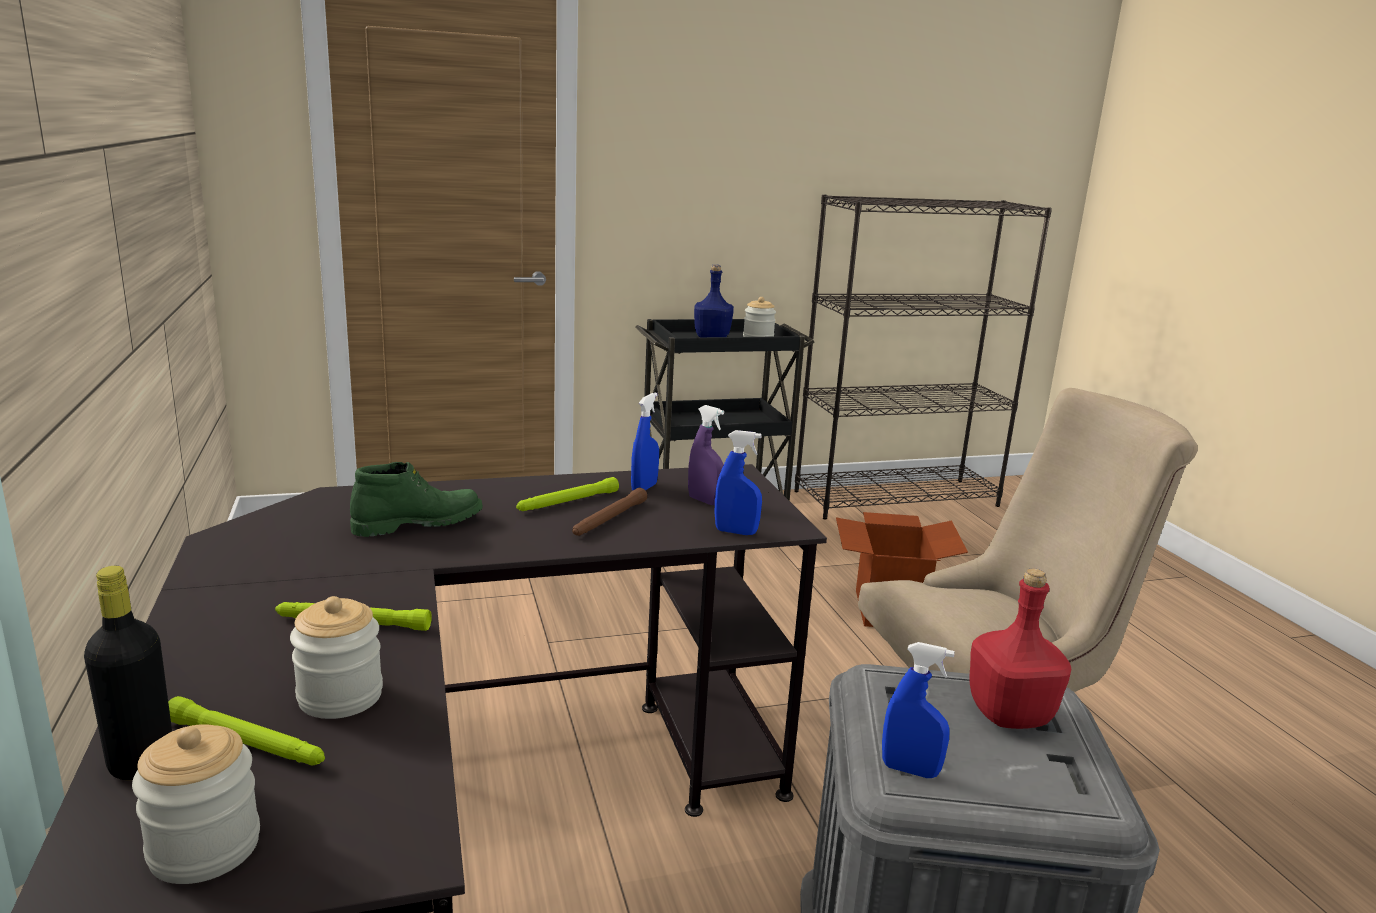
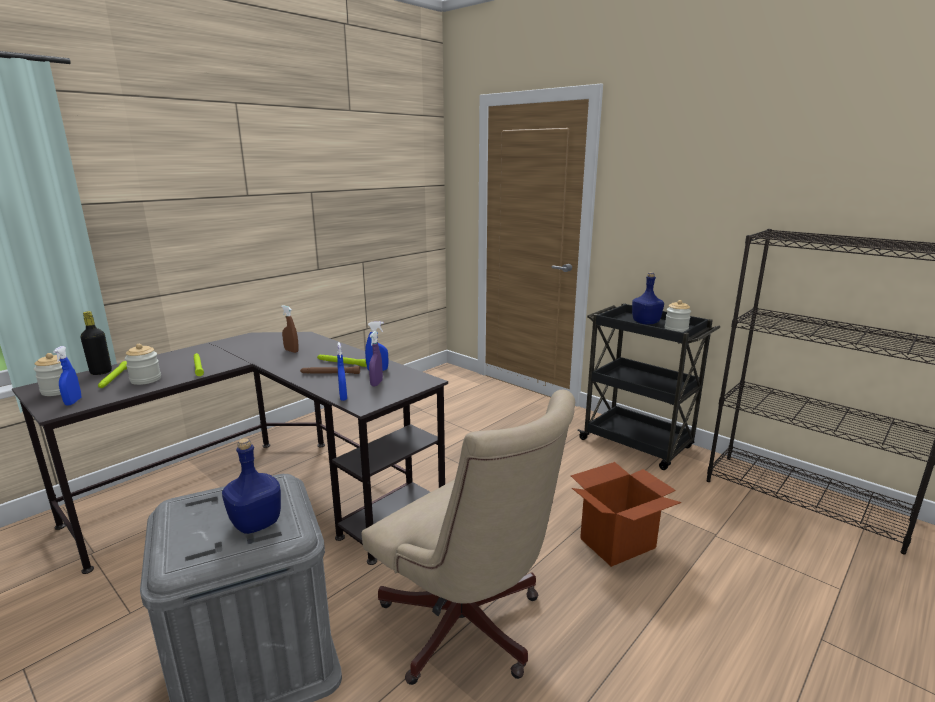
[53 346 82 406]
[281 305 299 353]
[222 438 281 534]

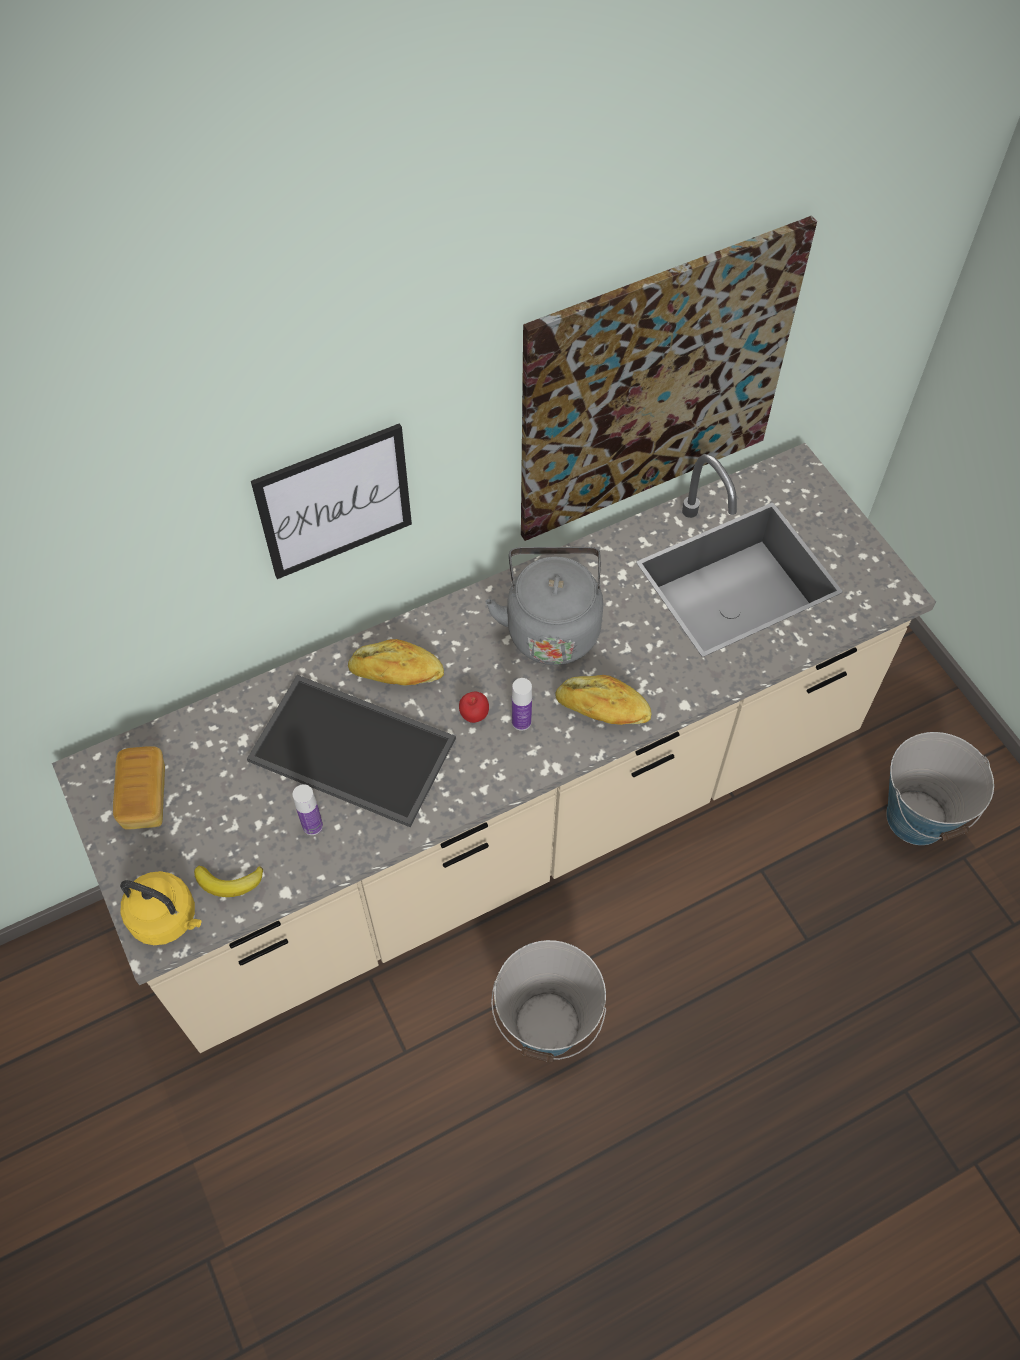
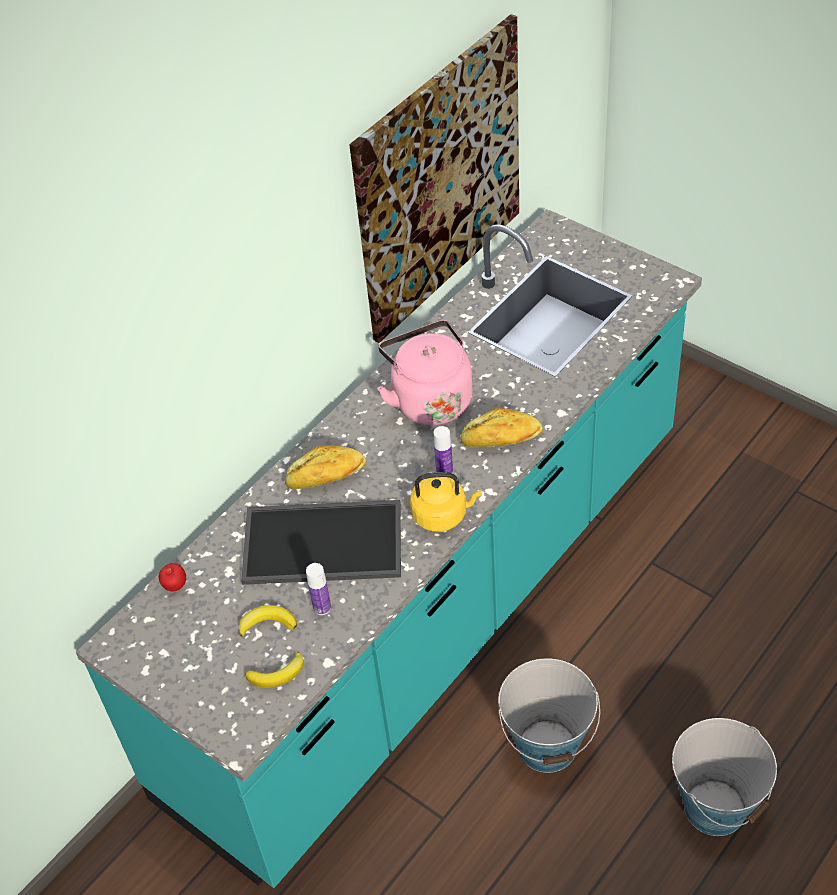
[113 746 165 829] (first image)
[251 423 412 579] (first image)
[239 605 297 638]
[410 472 482 532]
[159 563 186 592]
[672 718 777 836]
[76 209 702 888]
[377 320 472 425]

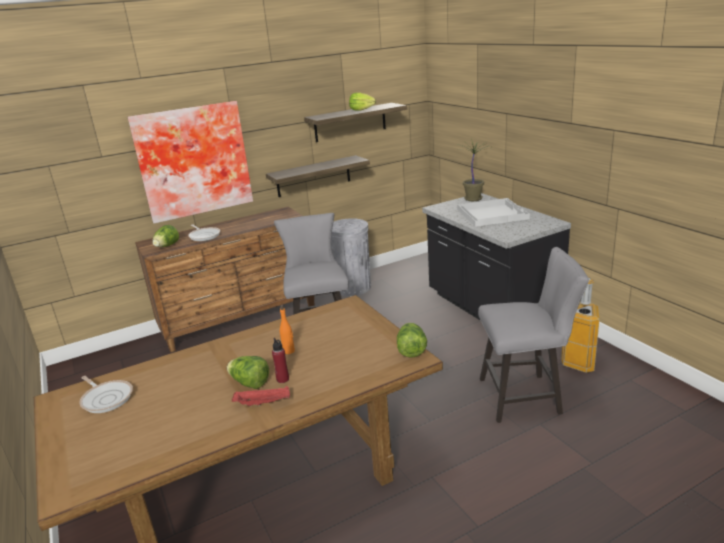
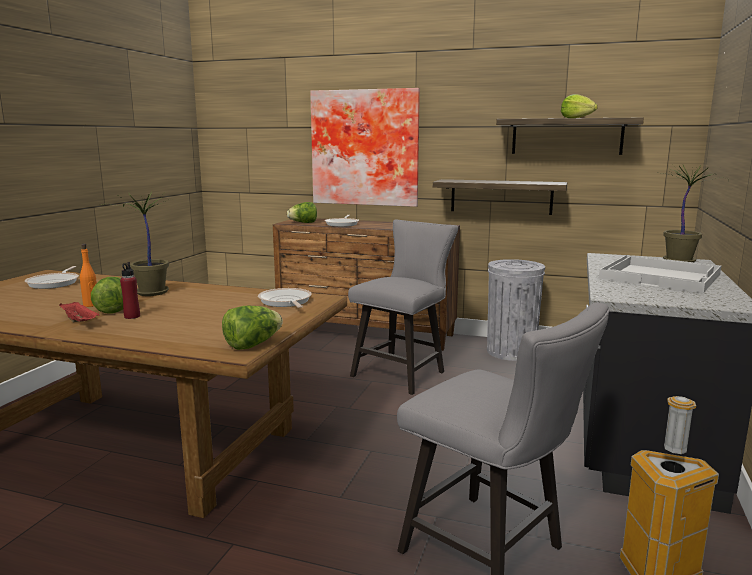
[101 192 169 296]
[258 288 312 308]
[80 244 97 307]

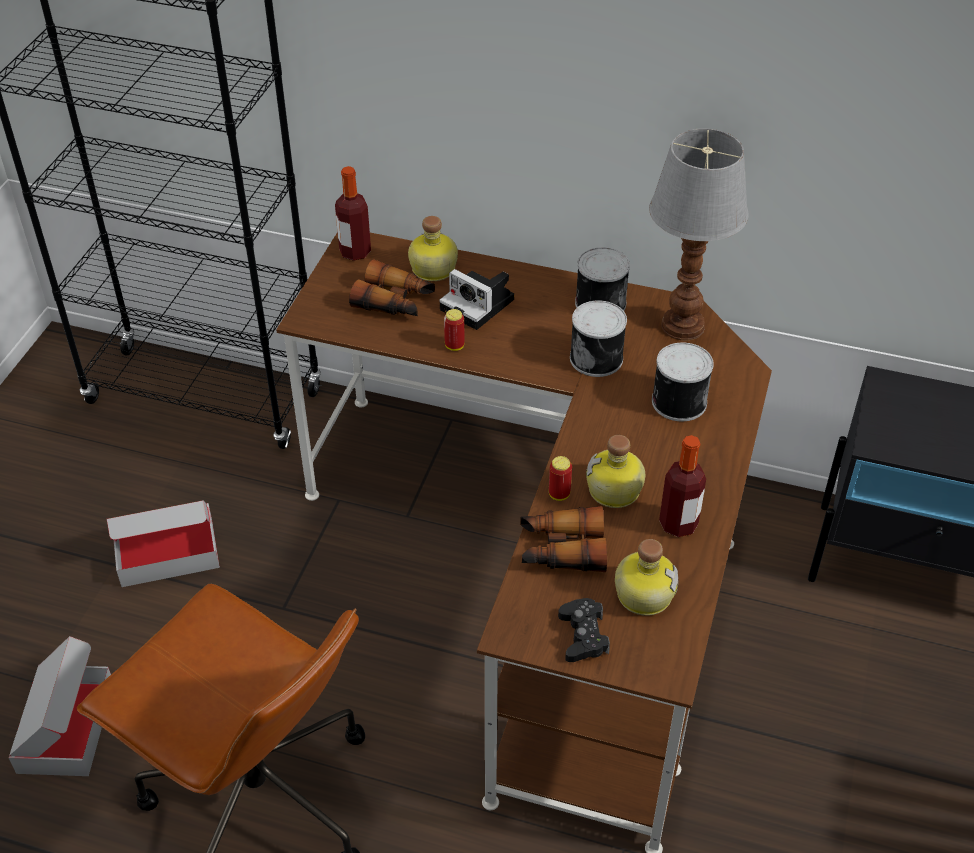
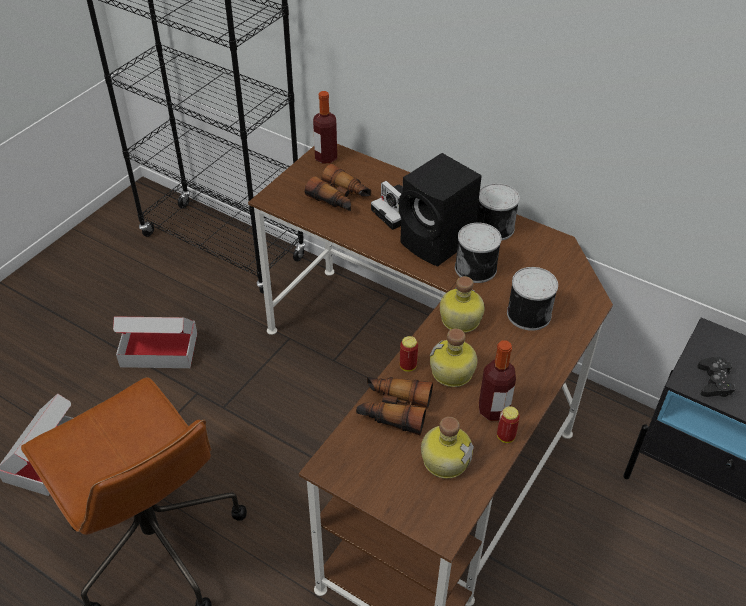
[649 128 748 340] (first image)
[399 153 482 267]
[440 276 485 333]
[497 406 520 443]
[697 357 736 397]

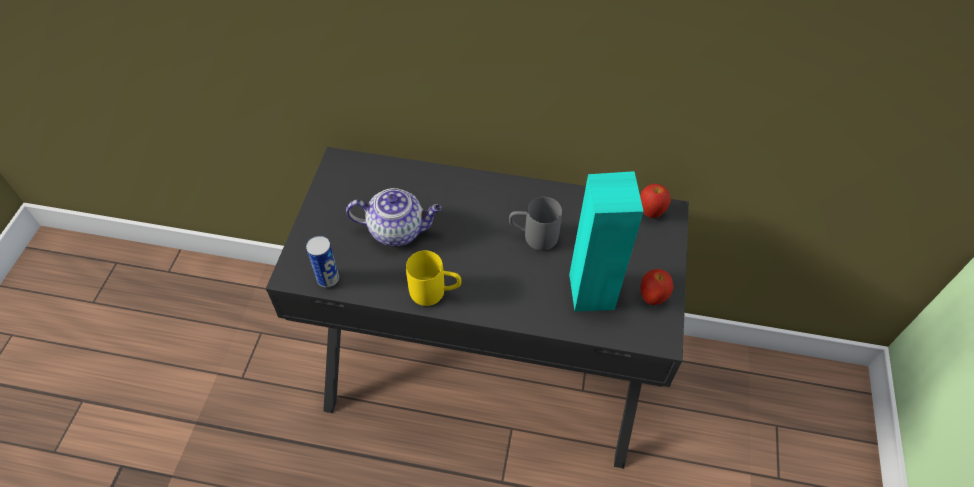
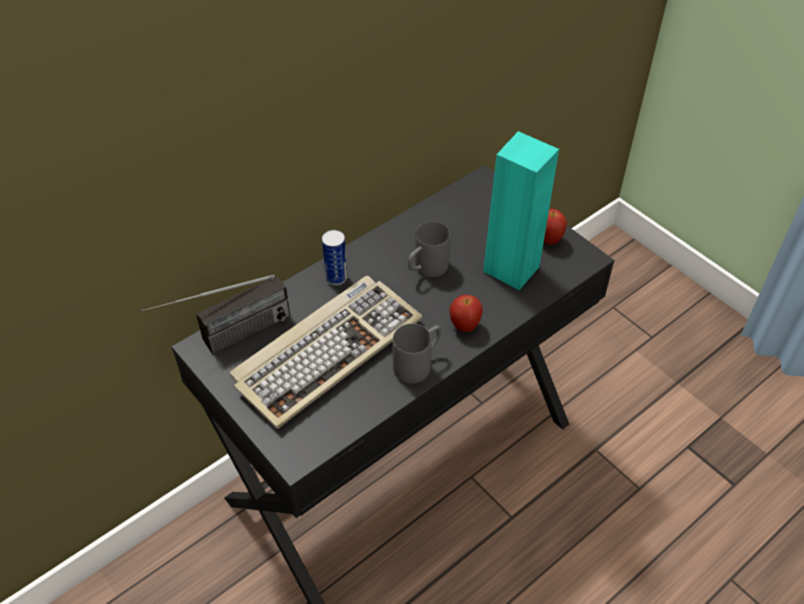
[141 275 290 354]
[322 230 347 286]
[449 295 483 332]
[230 276 422 429]
[393 323 441 384]

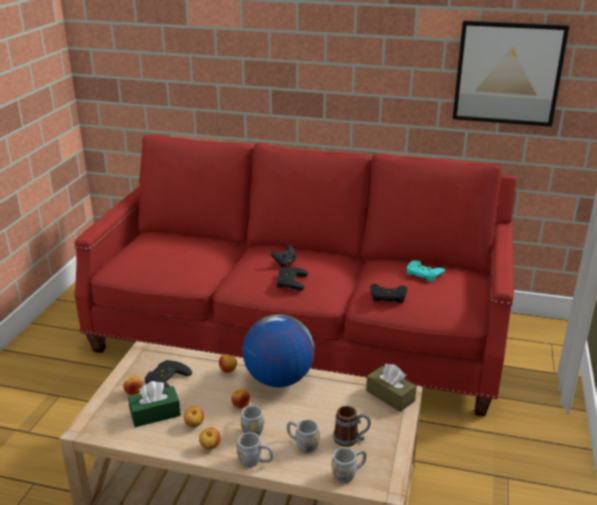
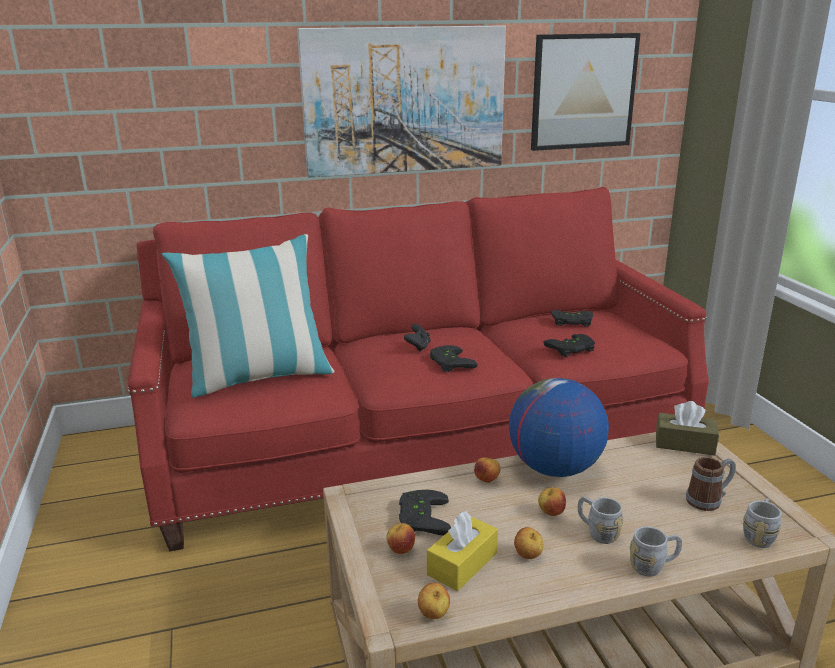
[287 419 320 453] (first image)
[162 234 335 398]
[297 25 506 178]
[418 583 450 619]
[427 511 498 591]
[551 310 593 327]

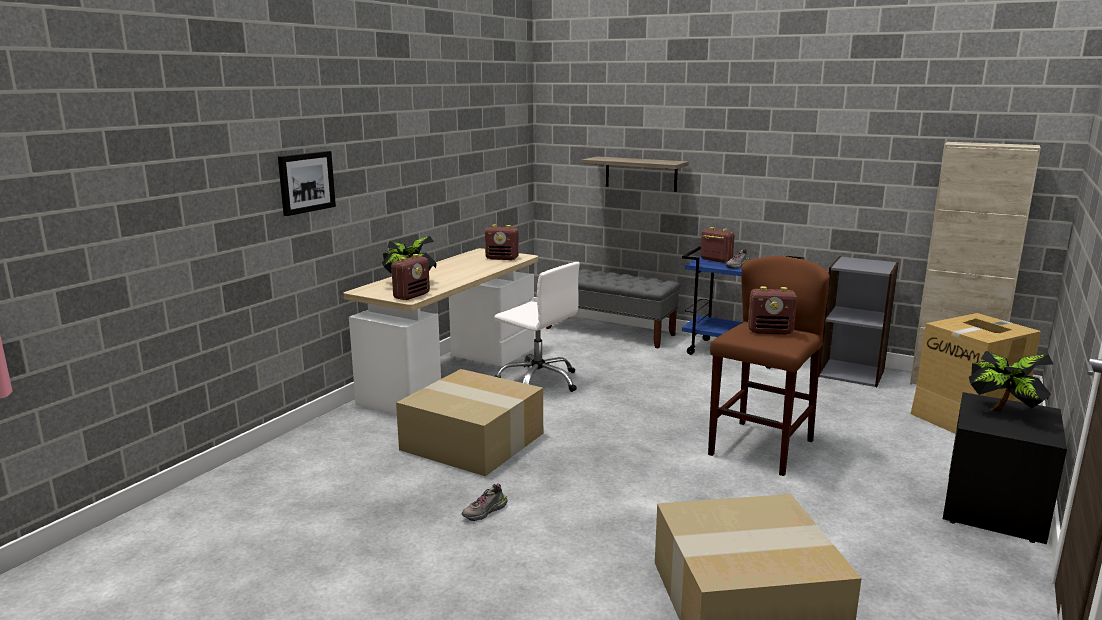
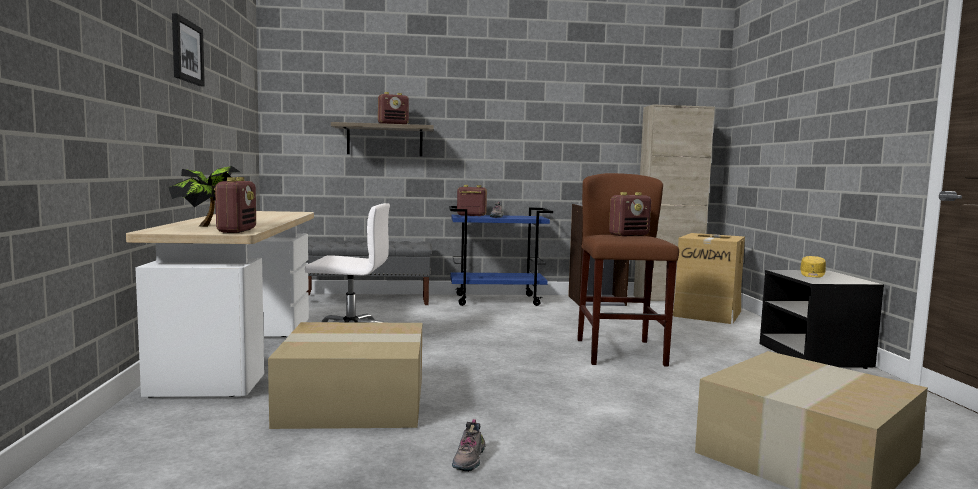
[172 13 205 86]
[378 92 409 124]
[800 256 826 278]

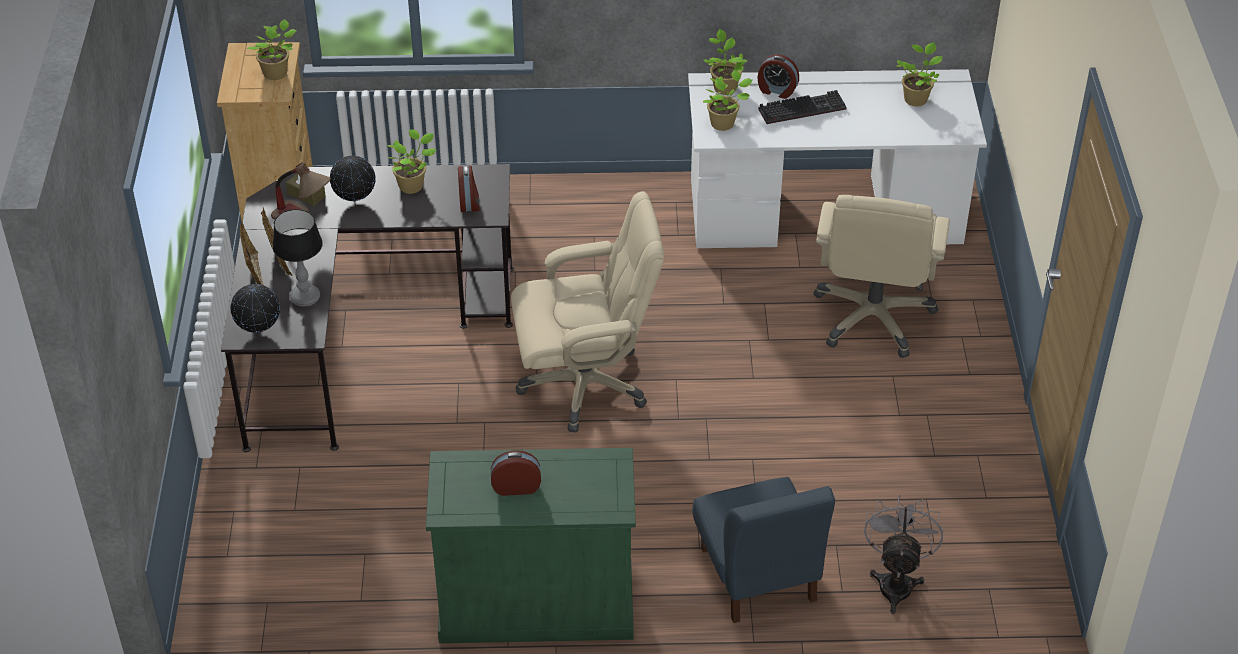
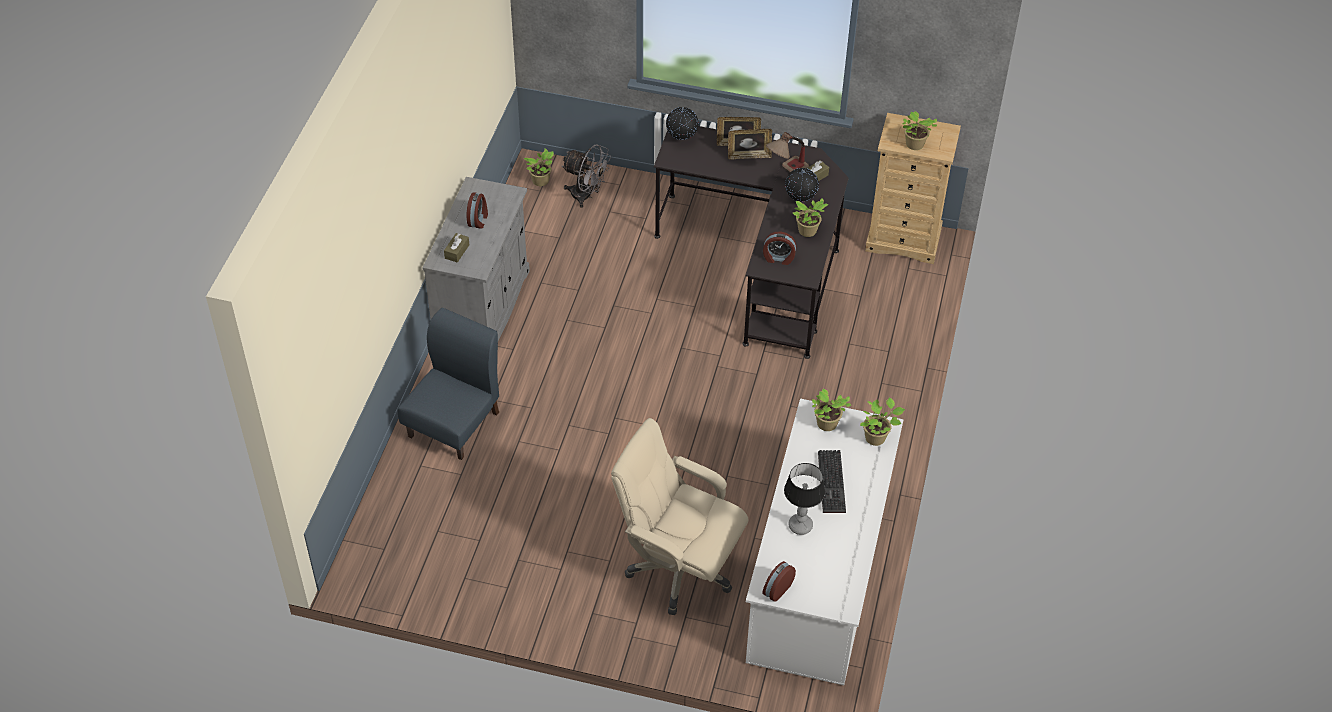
[511 191 664 432] (first image)
[444 233 469 263]
[784 463 825 535]
[762 561 796 602]
[562 144 611 208]
[524 149 554 186]
[423 177 530 340]
[397 308 499 460]

